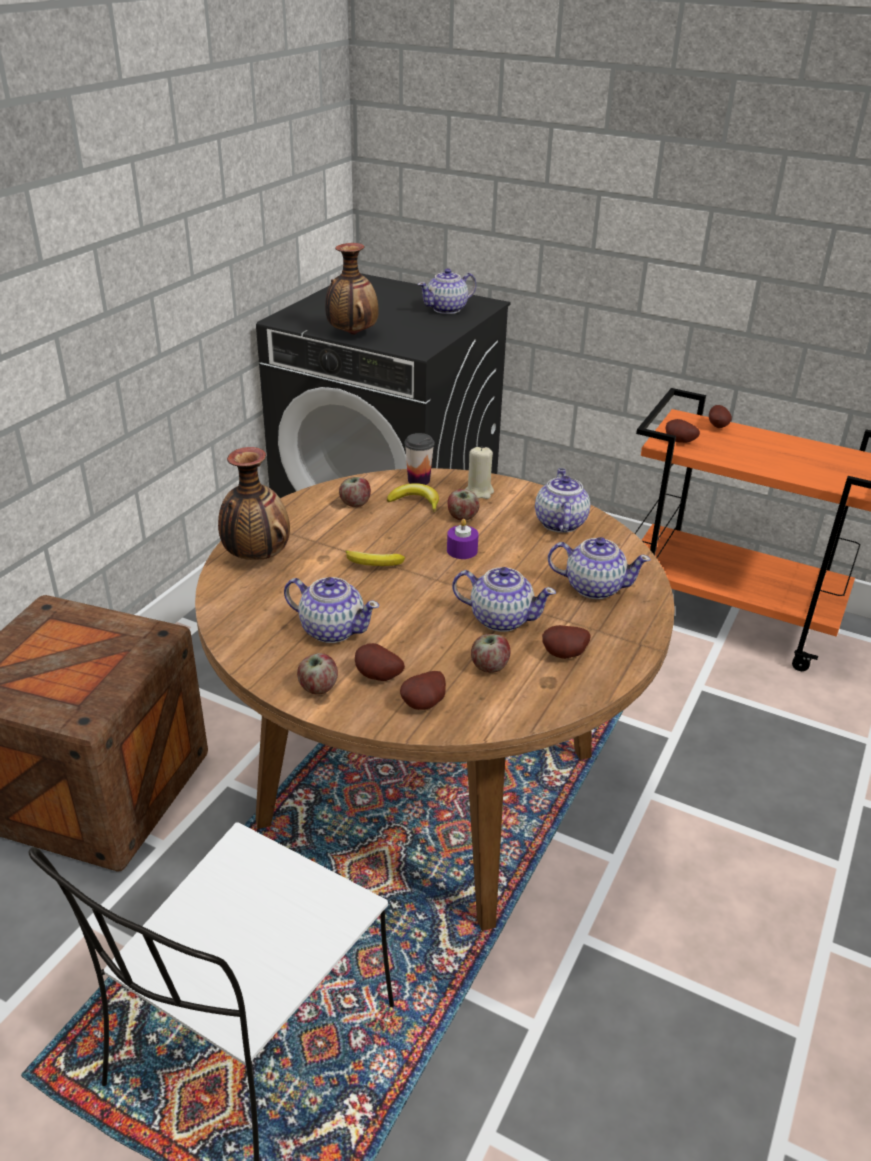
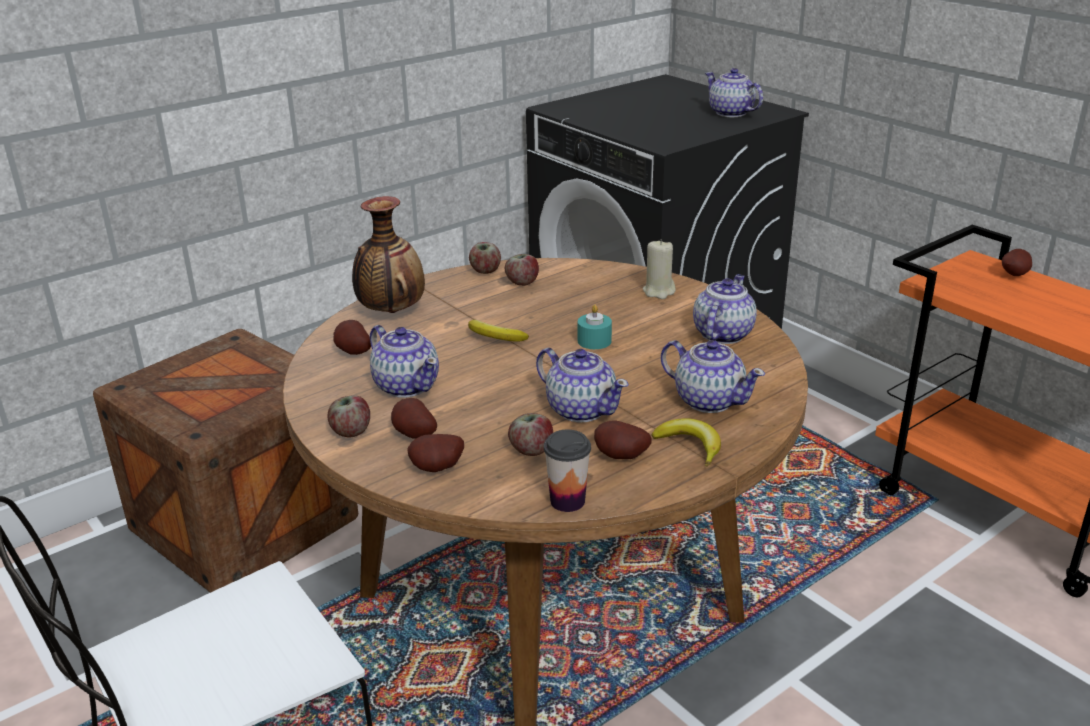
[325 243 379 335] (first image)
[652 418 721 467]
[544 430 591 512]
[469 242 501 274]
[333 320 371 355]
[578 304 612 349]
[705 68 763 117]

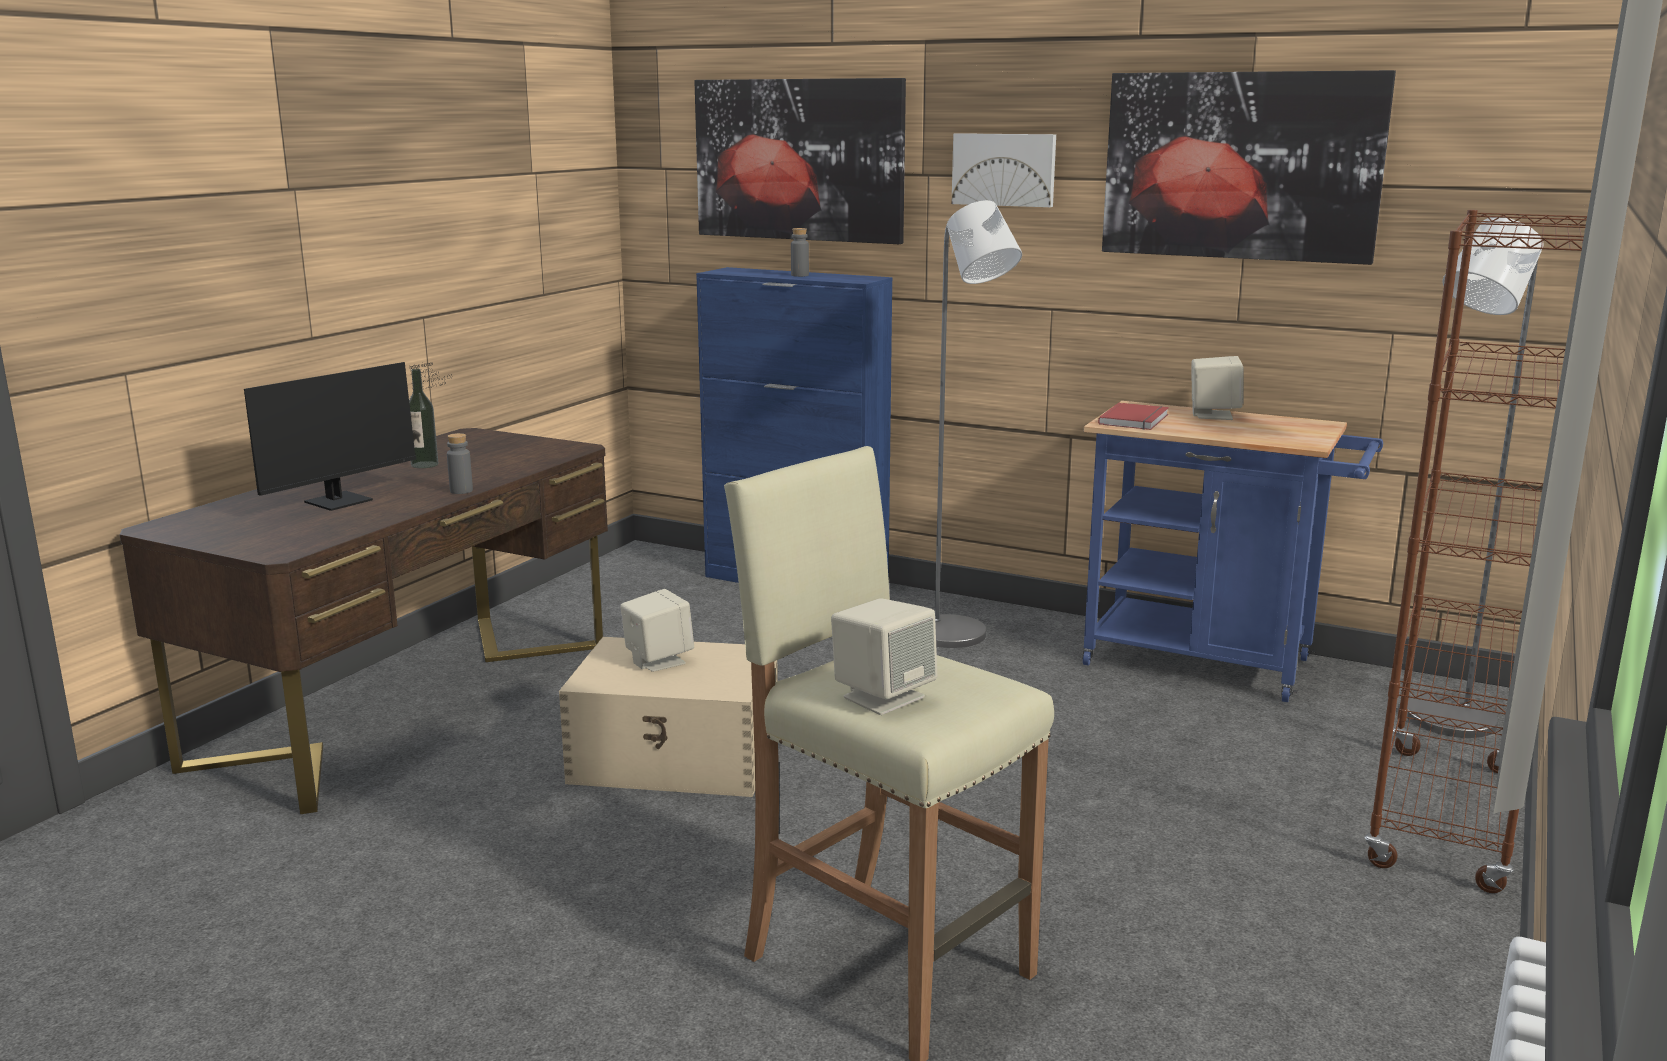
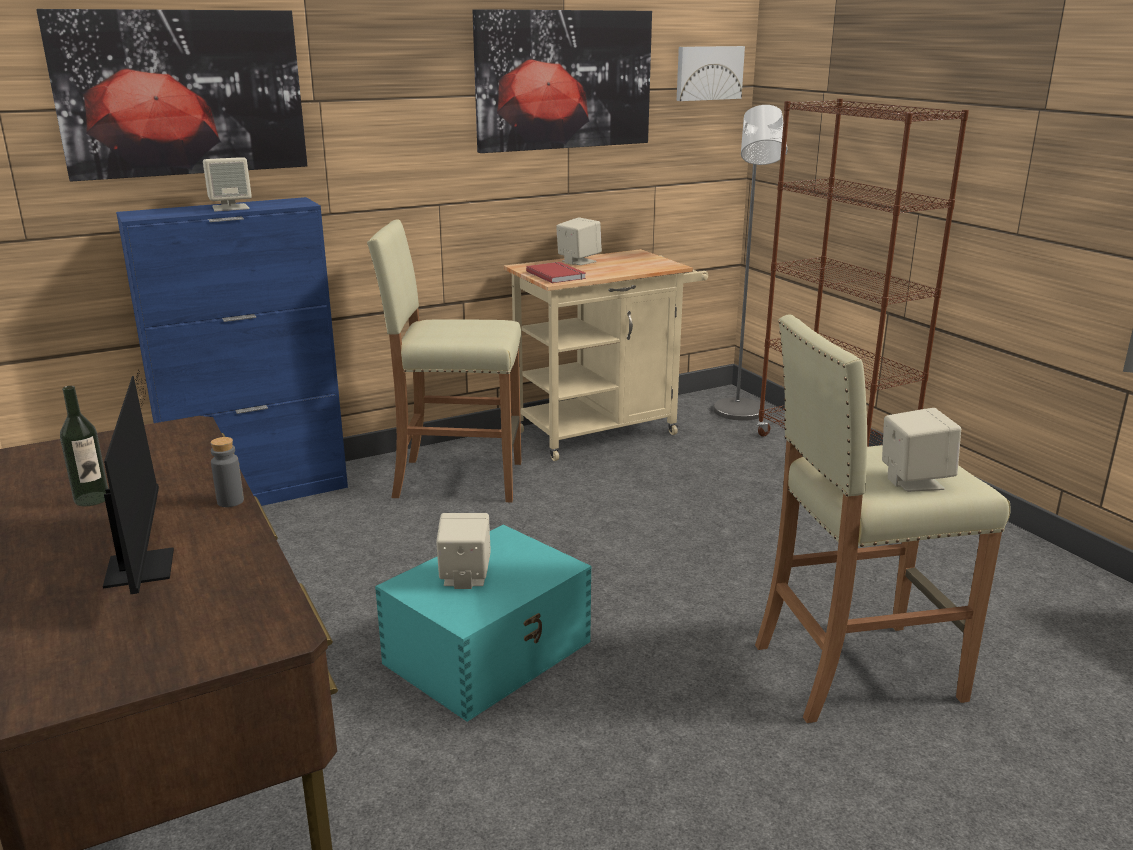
[677 46 745 101]
[203 157 252 211]
[367 220 521 502]
[375 524 591 722]
[504 249 708 461]

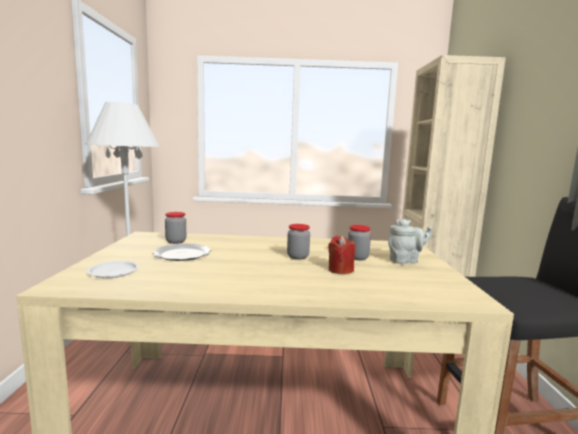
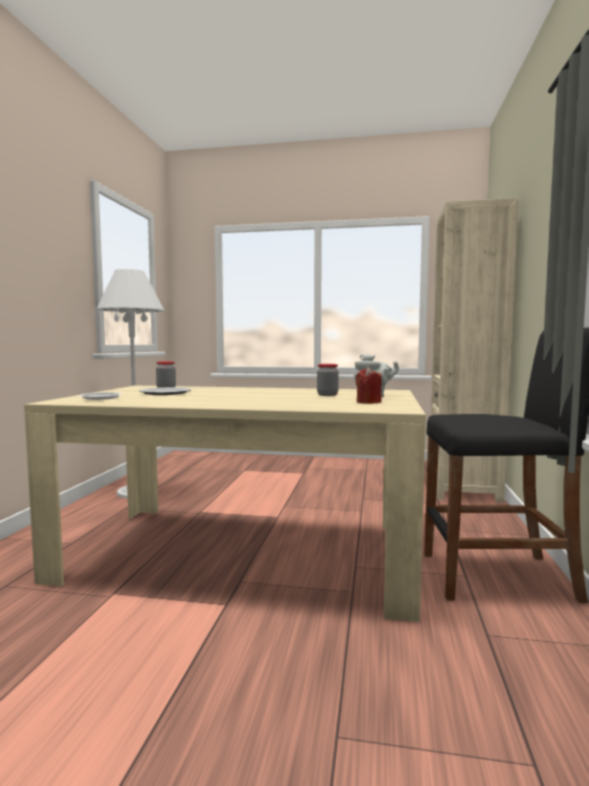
[287 224 310 260] (first image)
[355 367 382 404]

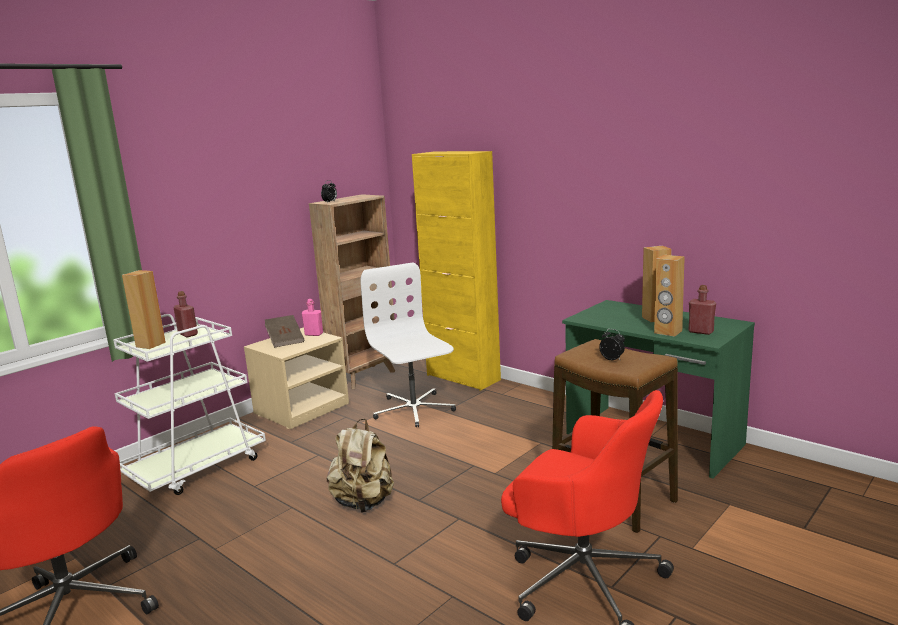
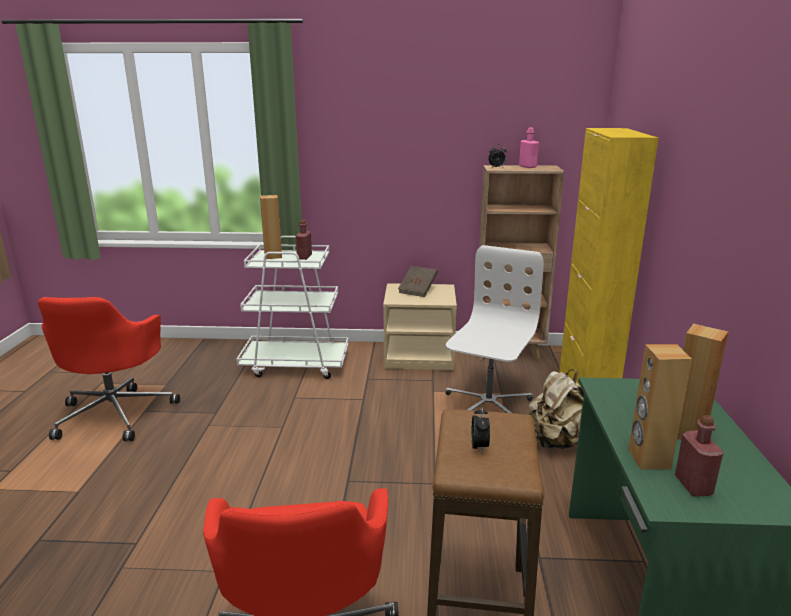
[519 128 539 168]
[529 369 584 449]

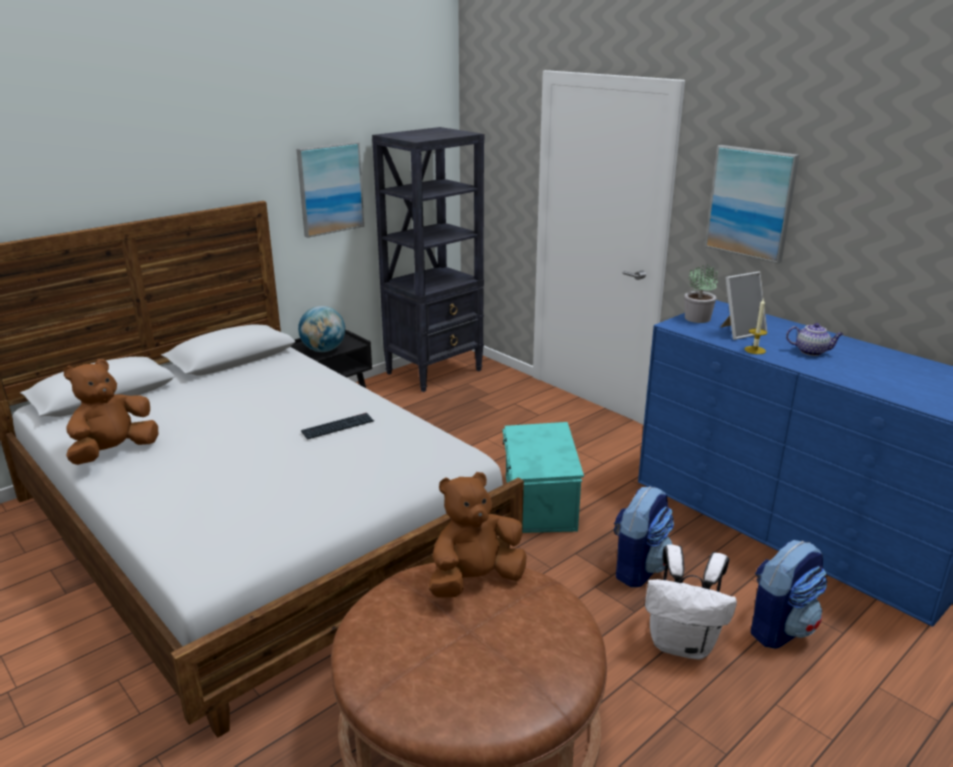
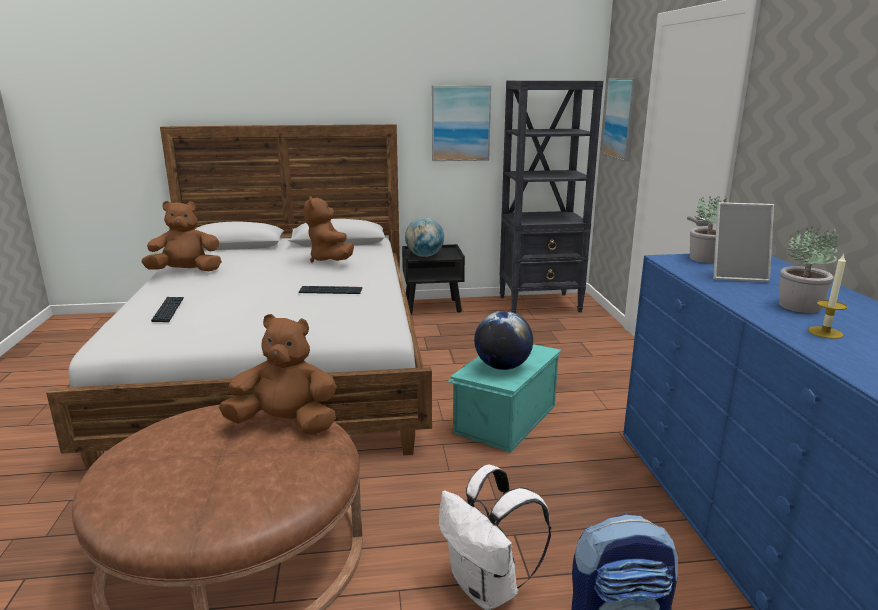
[614 486 674 587] (first image)
[151 297 184 322]
[304 196 354 262]
[474 311 533 370]
[602 78 638 162]
[808 253 847 339]
[779 226 838 313]

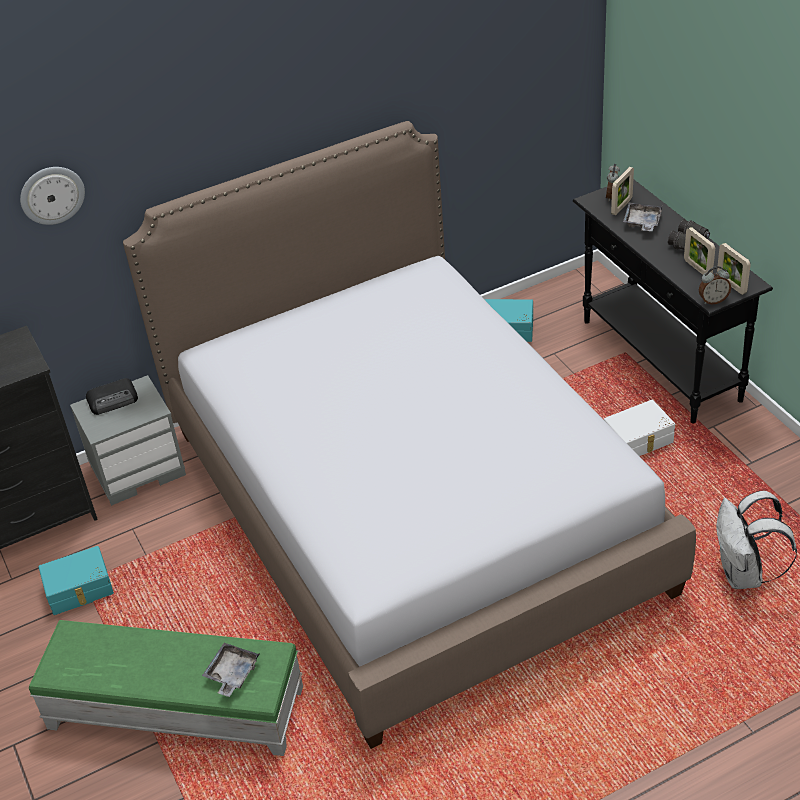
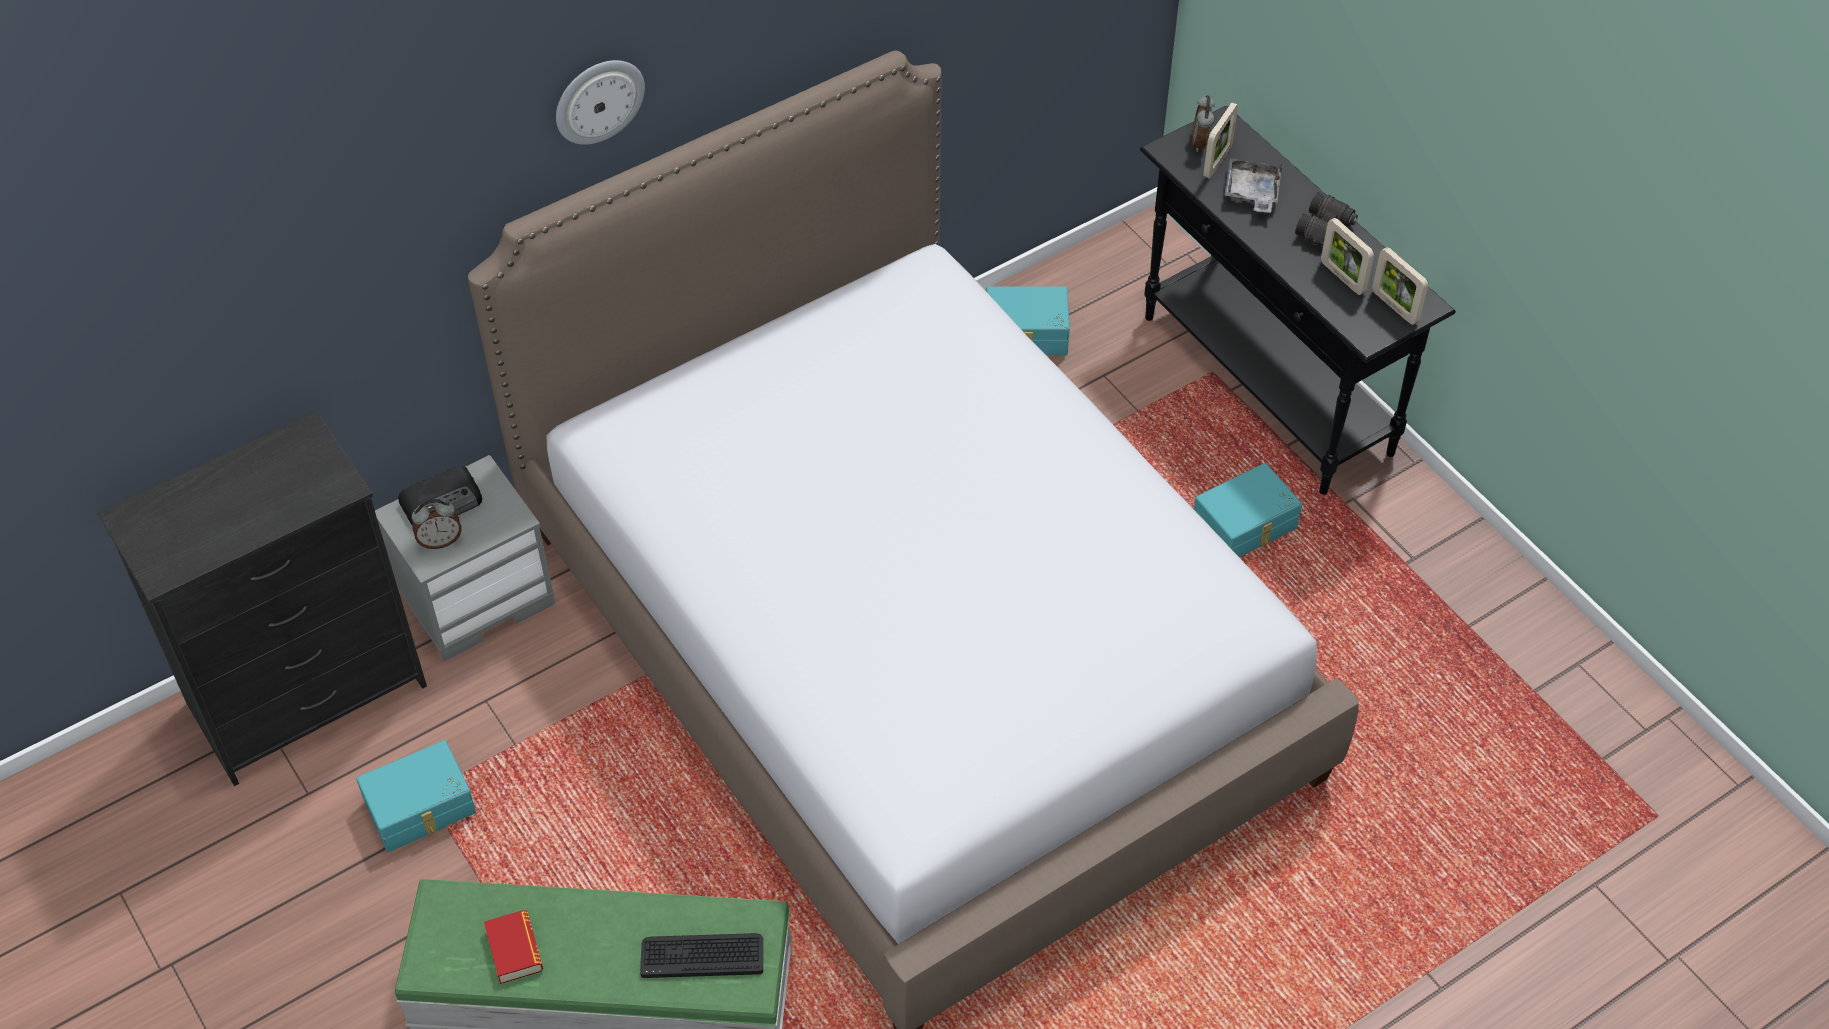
[716 491 797 589] (first image)
[484 910 543 984]
[556 60 645 145]
[412 499 462 549]
[640 933 763 978]
[1194 463 1302 557]

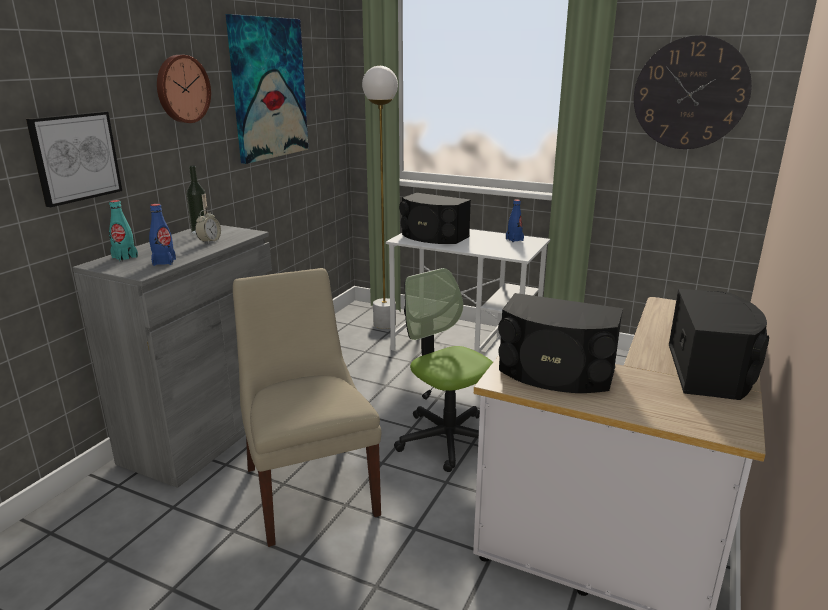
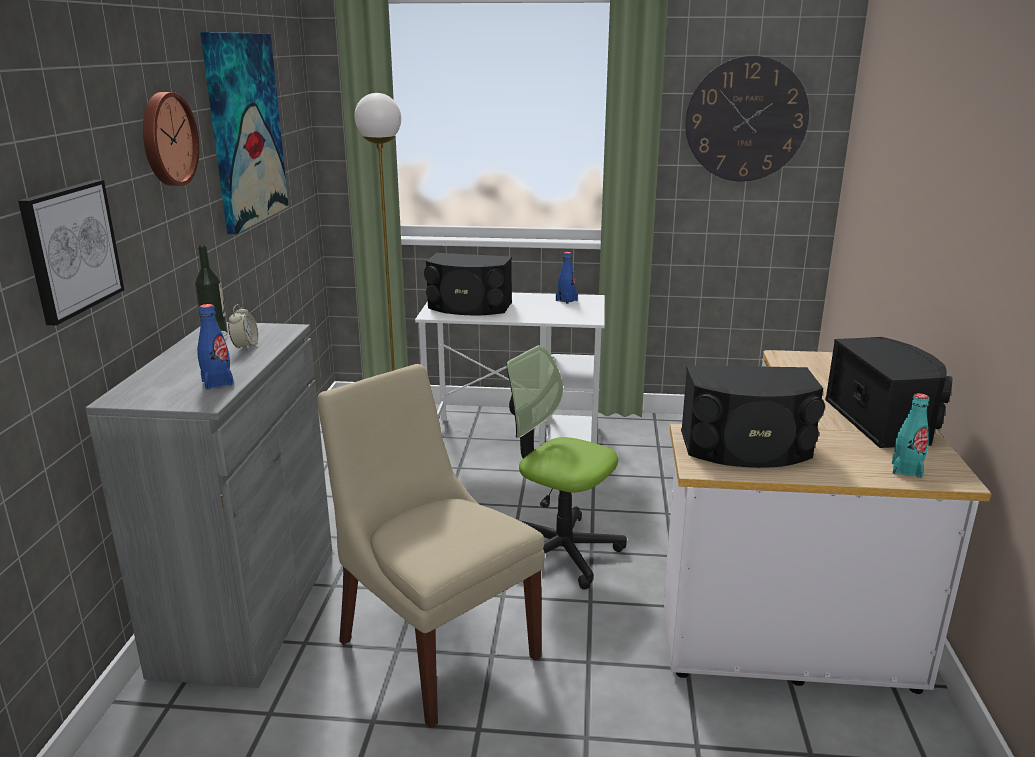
[892 393 929 479]

